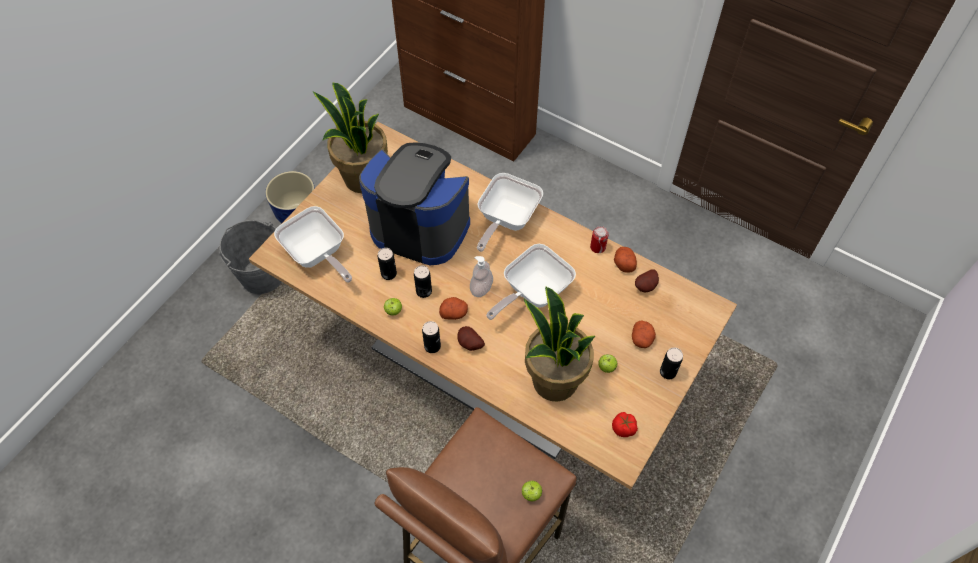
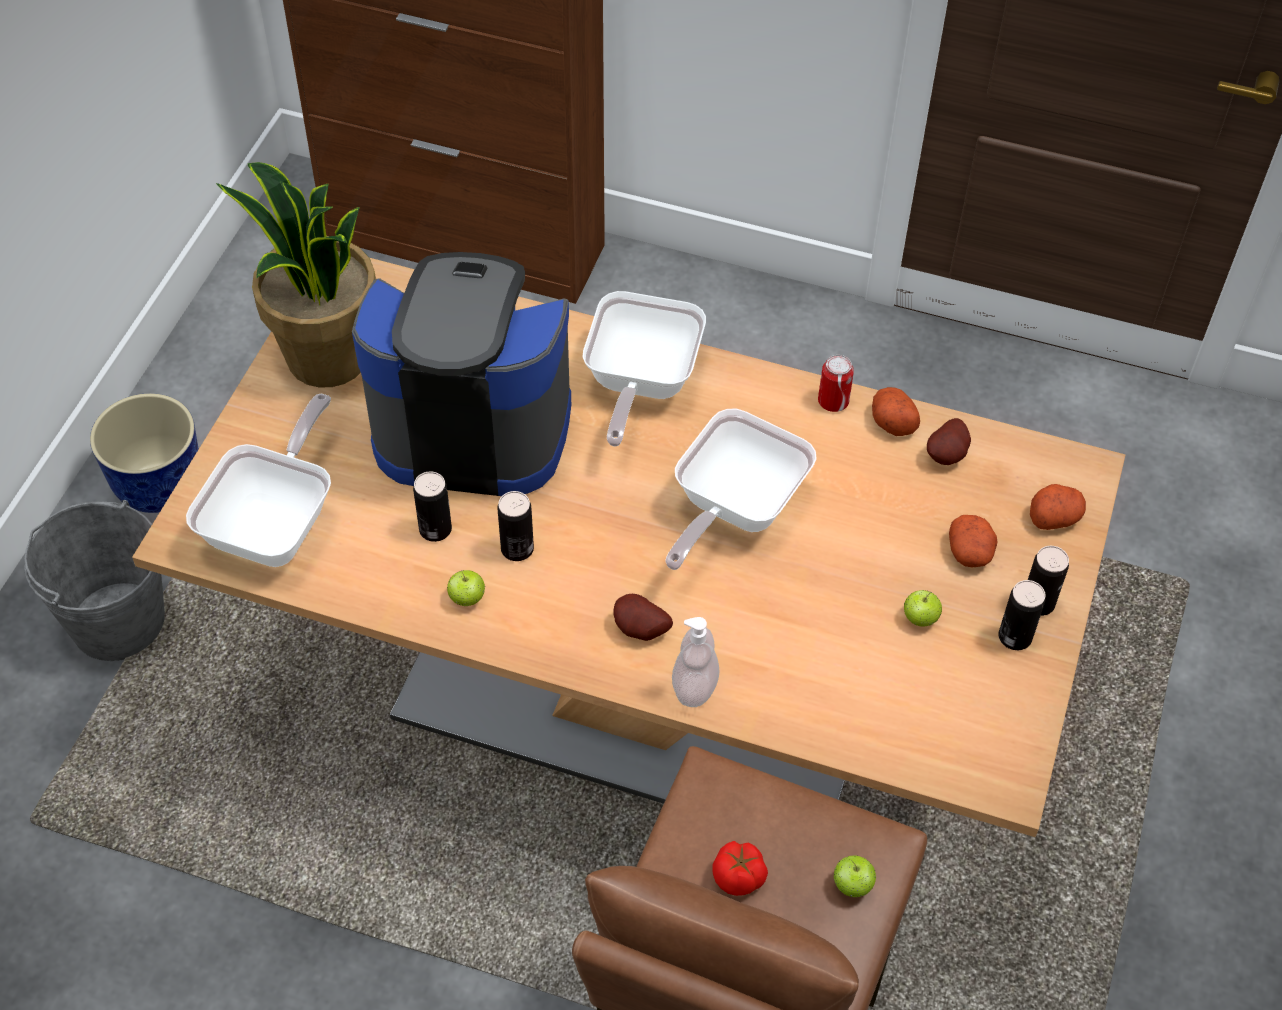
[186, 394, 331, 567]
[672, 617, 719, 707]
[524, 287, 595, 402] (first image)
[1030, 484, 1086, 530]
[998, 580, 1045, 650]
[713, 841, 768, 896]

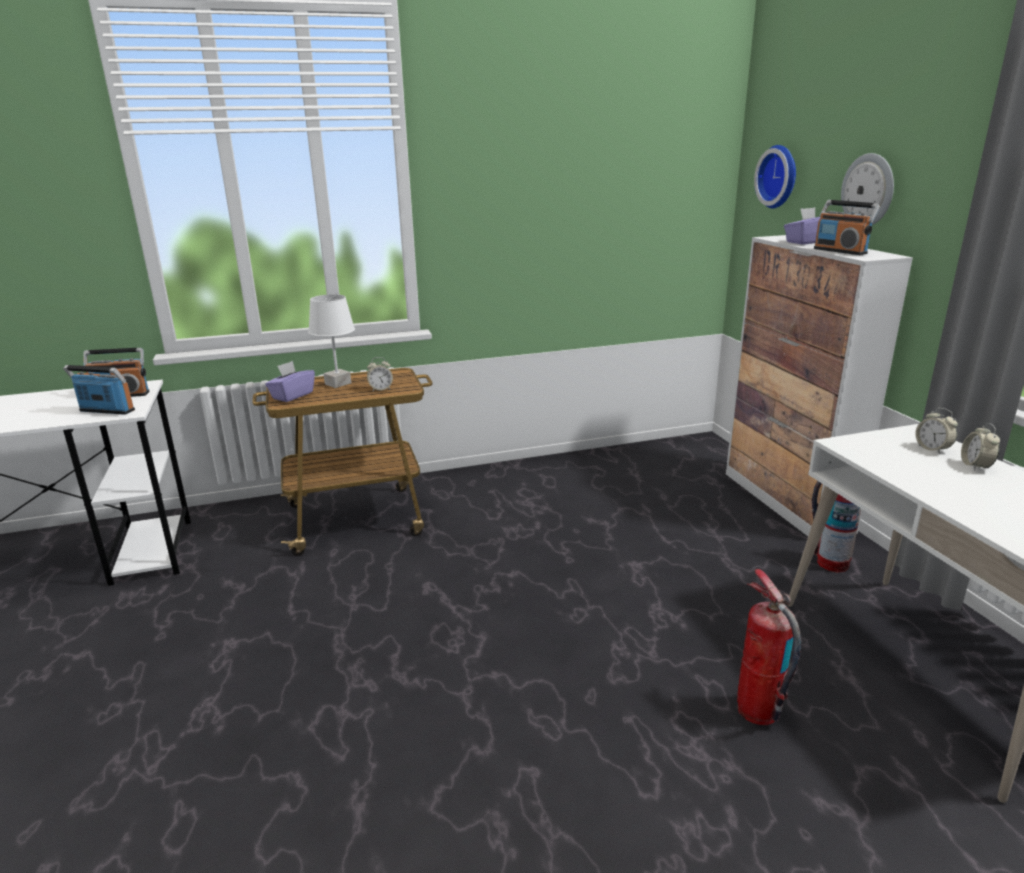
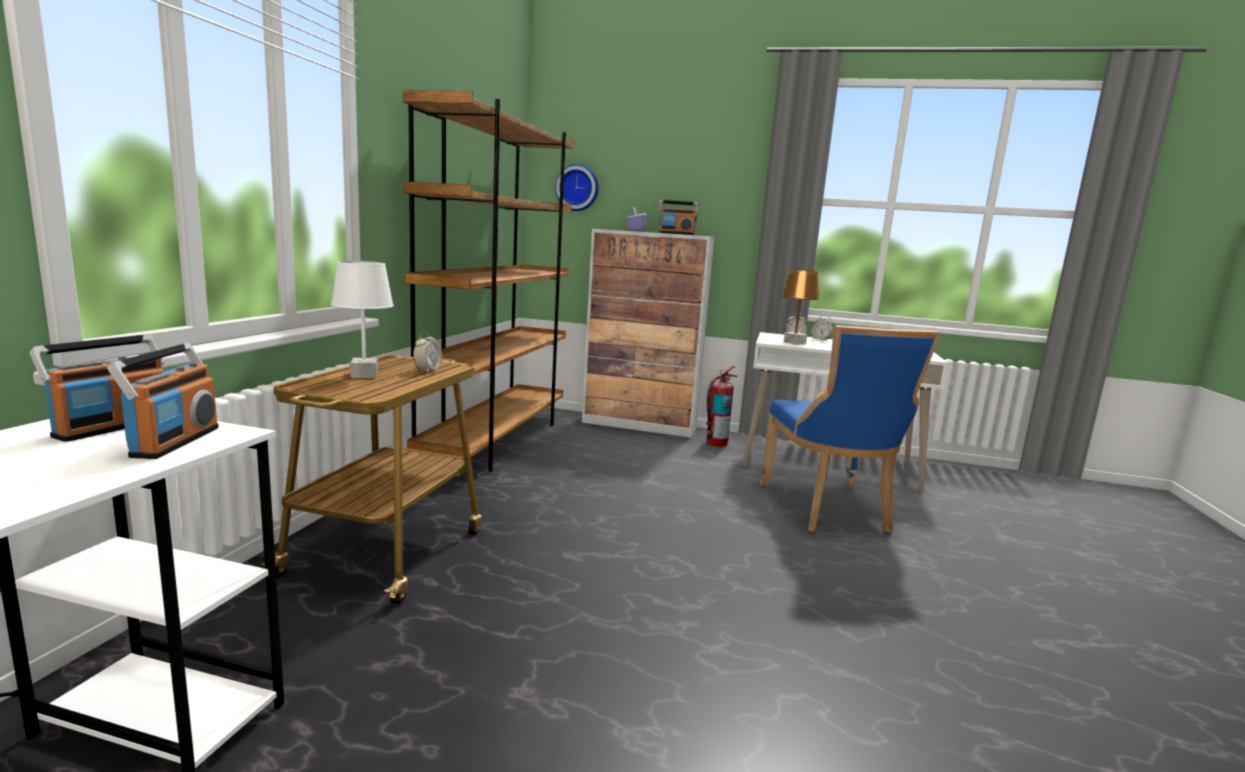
[841, 153, 894, 225] (first image)
[265, 361, 315, 402] (first image)
[107, 343, 219, 459]
[759, 325, 941, 533]
[403, 90, 575, 472]
[781, 269, 820, 345]

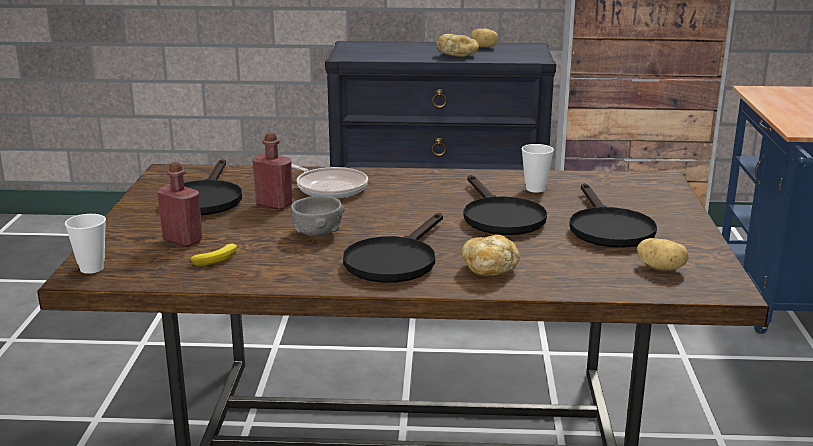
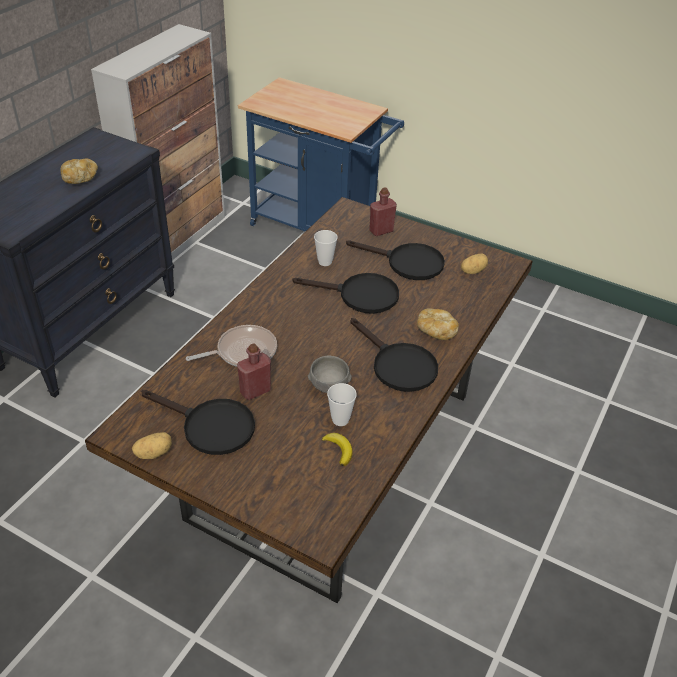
[132, 432, 172, 459]
[369, 187, 397, 236]
[327, 383, 357, 426]

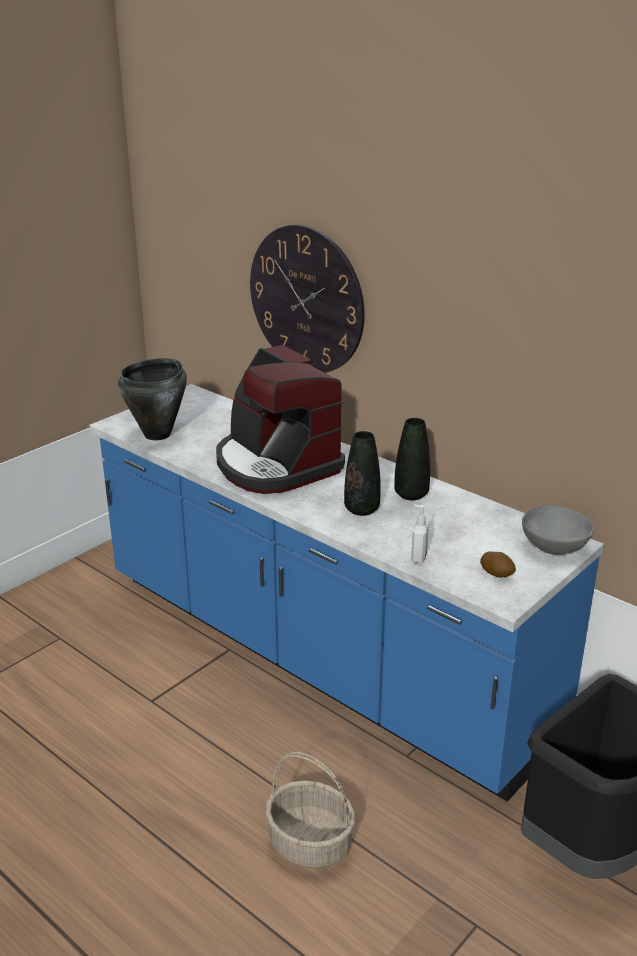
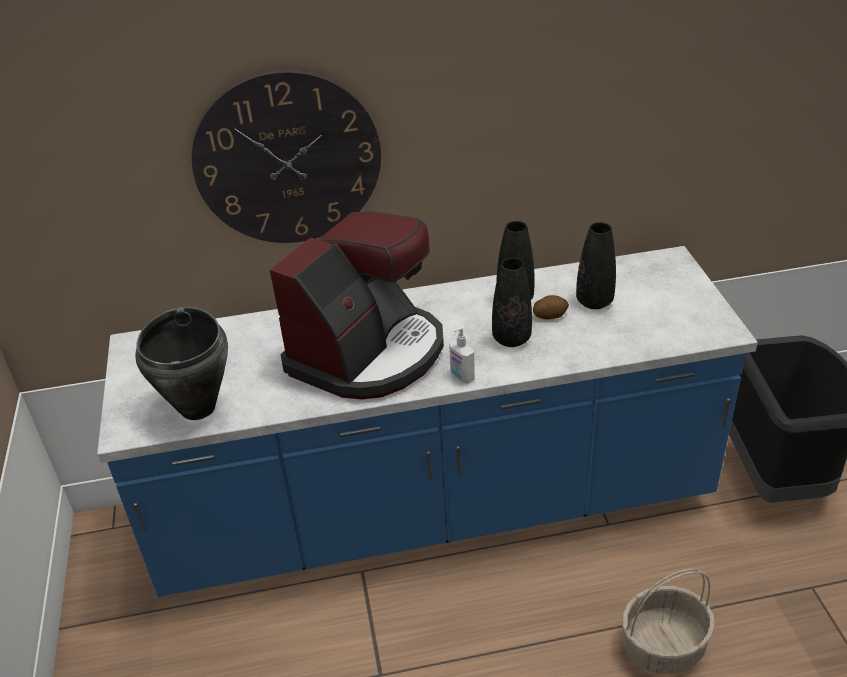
[270, 211, 444, 399]
[449, 325, 475, 384]
[522, 506, 594, 555] (first image)
[533, 295, 569, 319]
[576, 222, 616, 309]

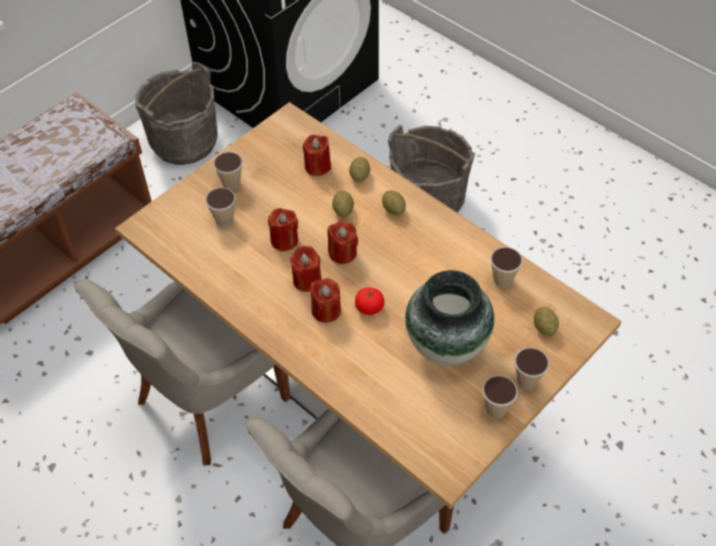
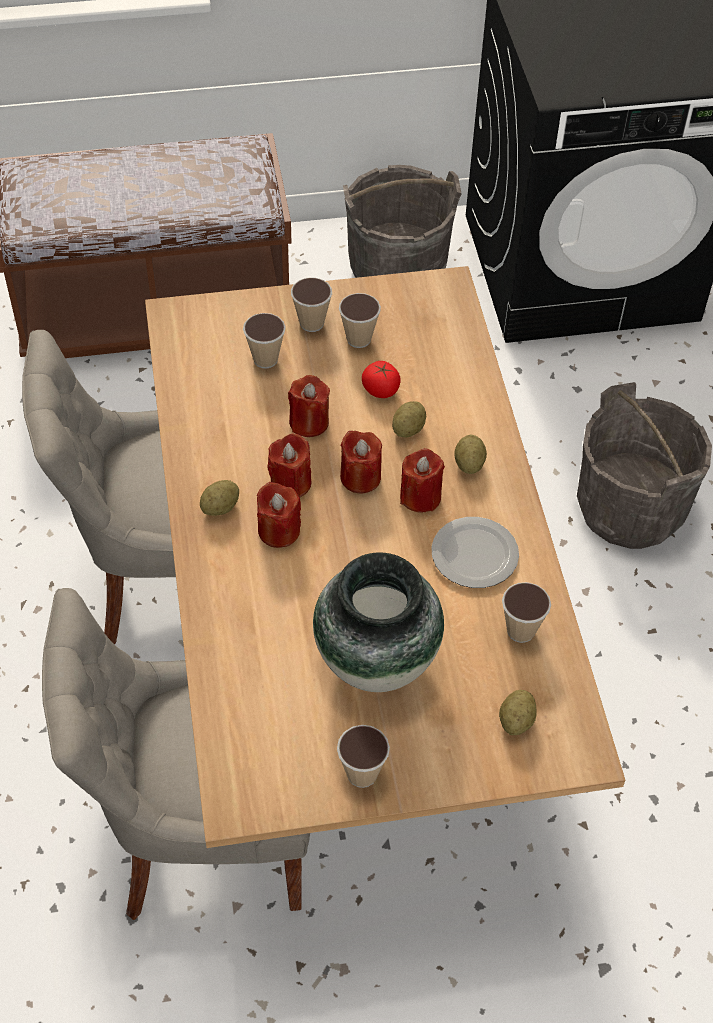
[400, 448, 445, 513]
[200, 480, 239, 516]
[362, 361, 401, 398]
[339, 293, 381, 348]
[431, 517, 519, 588]

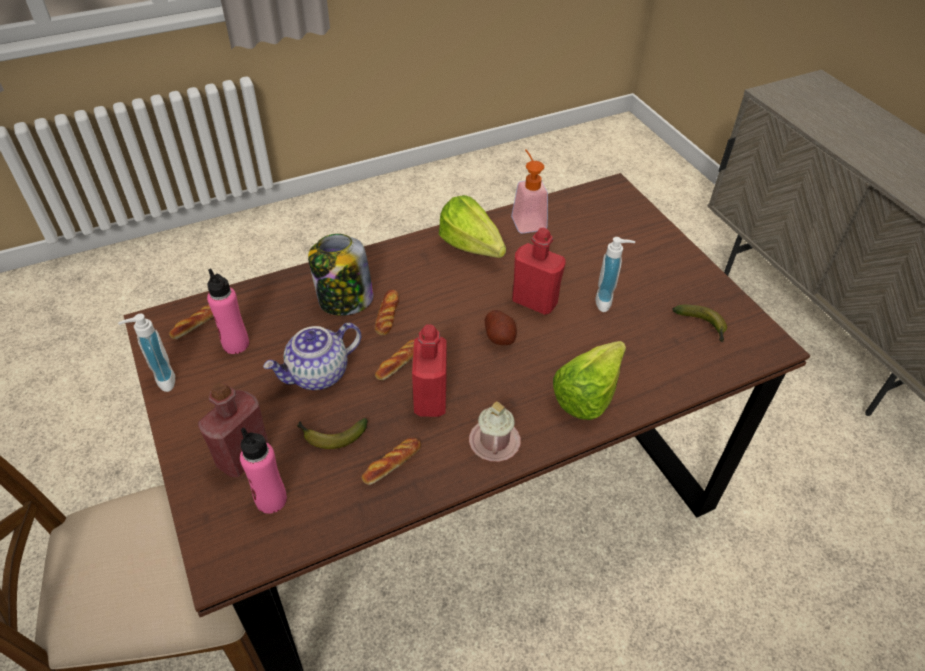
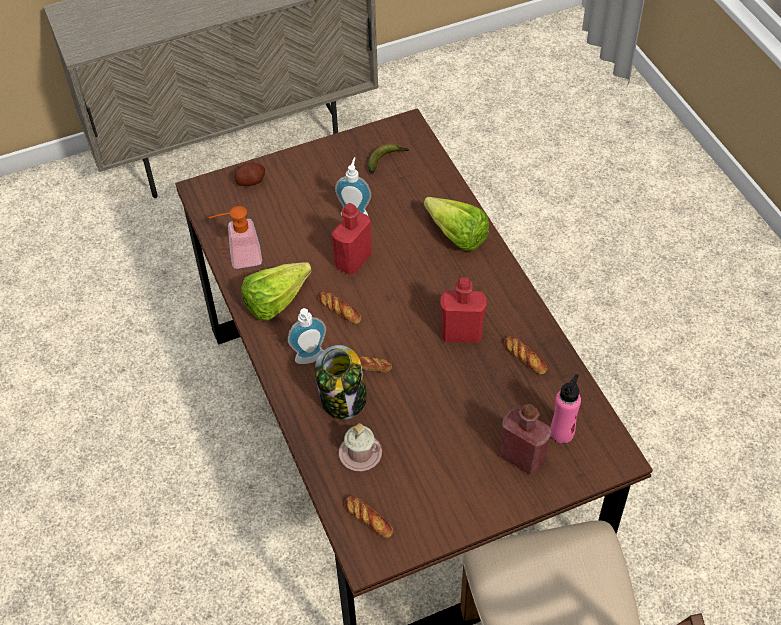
[207, 268, 249, 354] (first image)
[234, 163, 265, 186]
[288, 308, 326, 364]
[263, 323, 361, 390] (first image)
[319, 291, 361, 324]
[339, 423, 382, 471]
[297, 418, 368, 449] (first image)

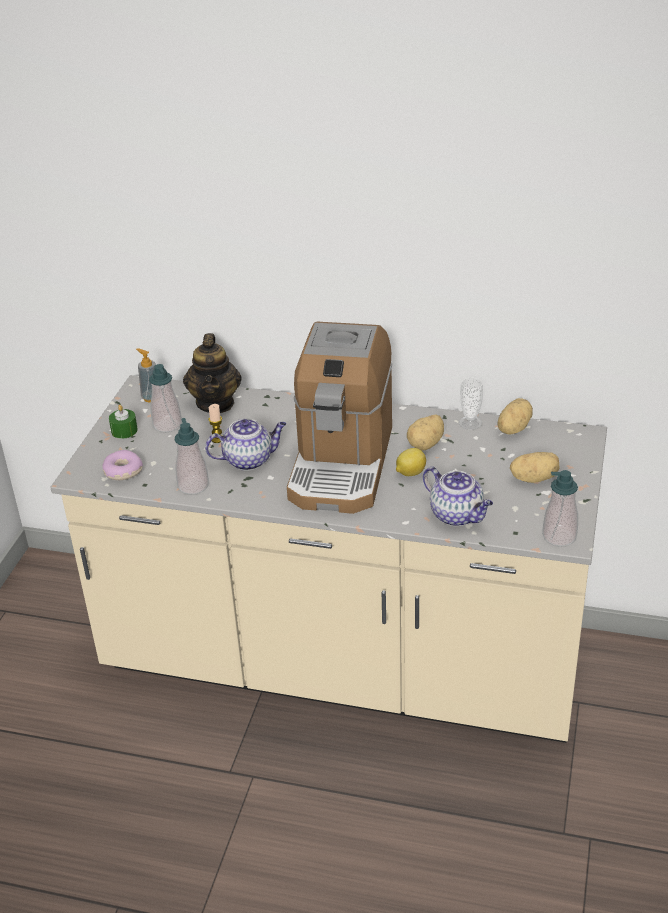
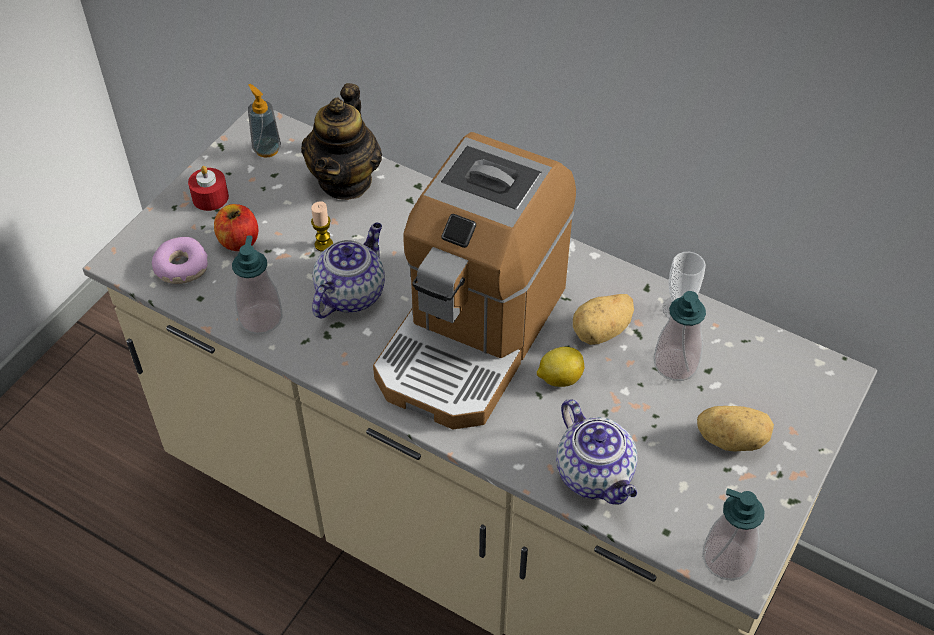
[654, 291, 706, 381]
[497, 398, 533, 435] (first image)
[188, 166, 229, 211]
[312, 222, 385, 318]
[214, 204, 258, 251]

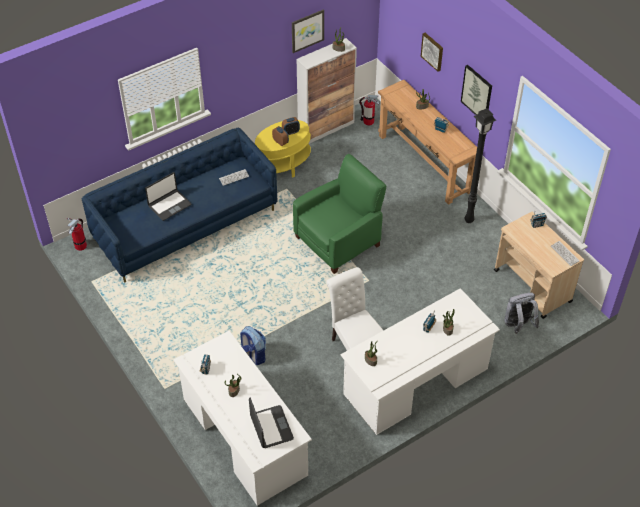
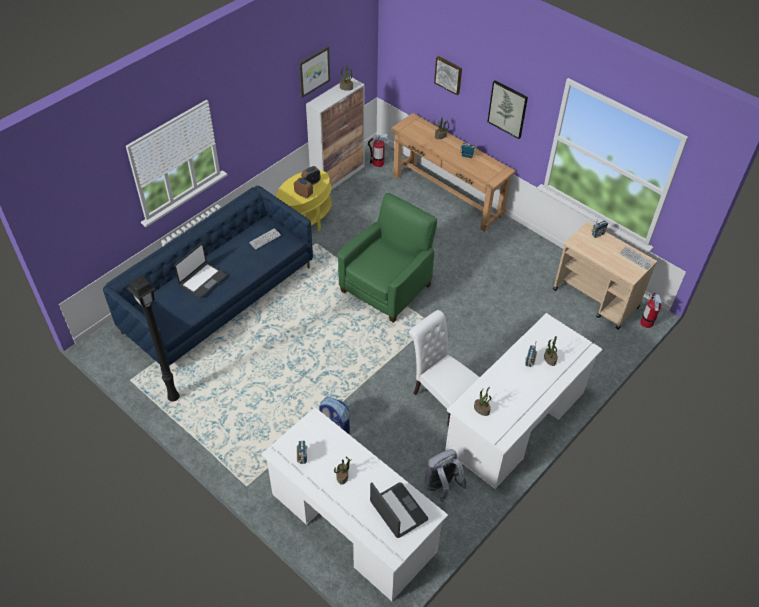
[127, 275, 180, 402]
[640, 293, 662, 328]
[424, 449, 467, 502]

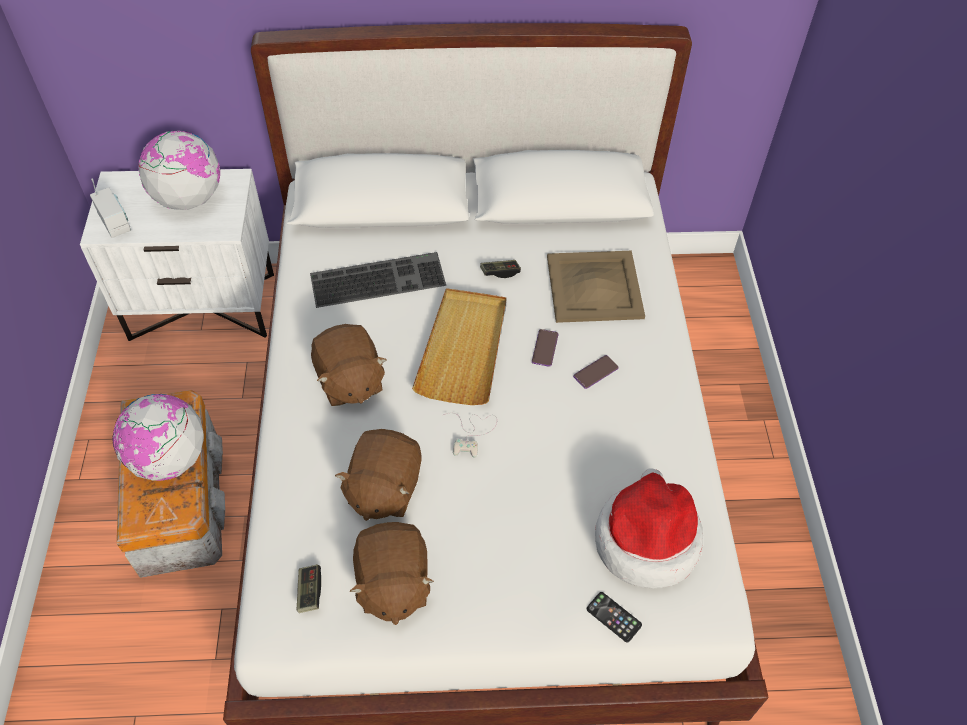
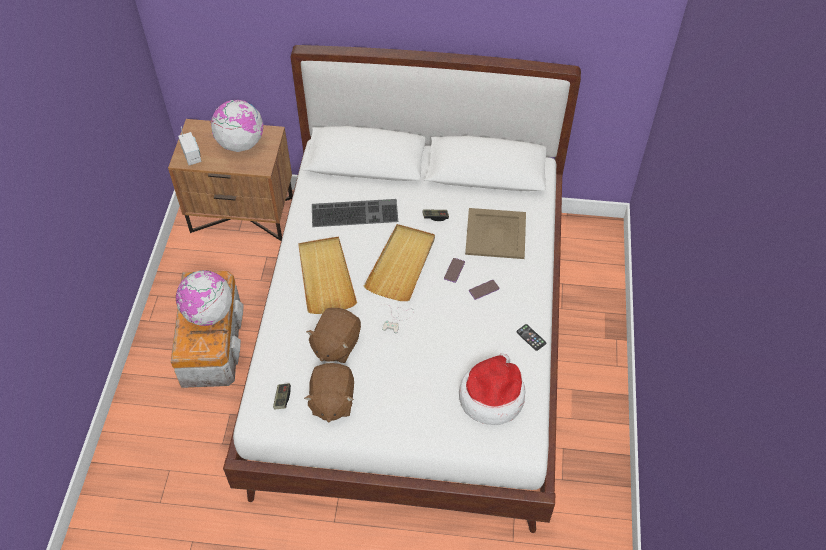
[168, 119, 293, 241]
[298, 236, 357, 314]
[516, 324, 546, 351]

